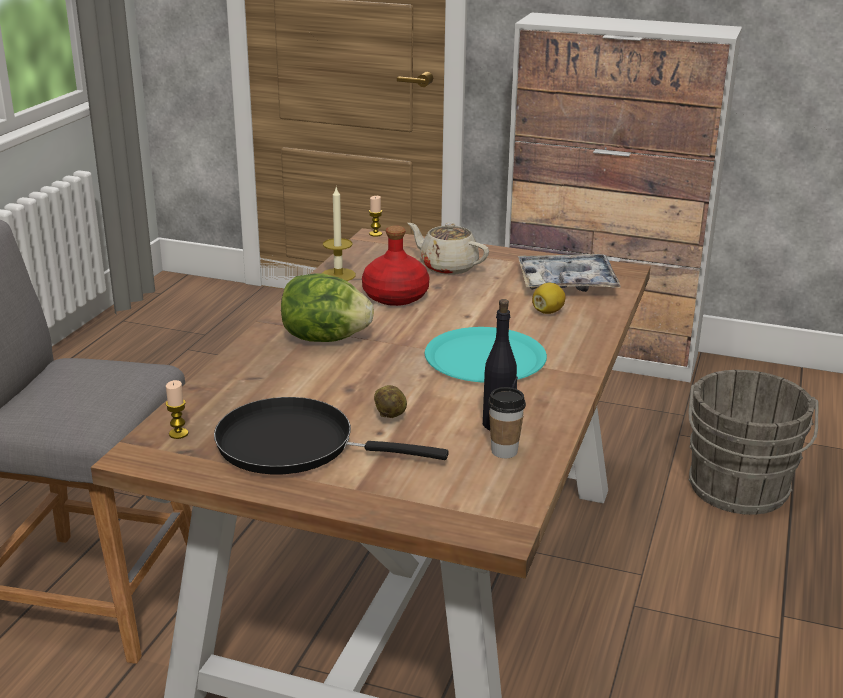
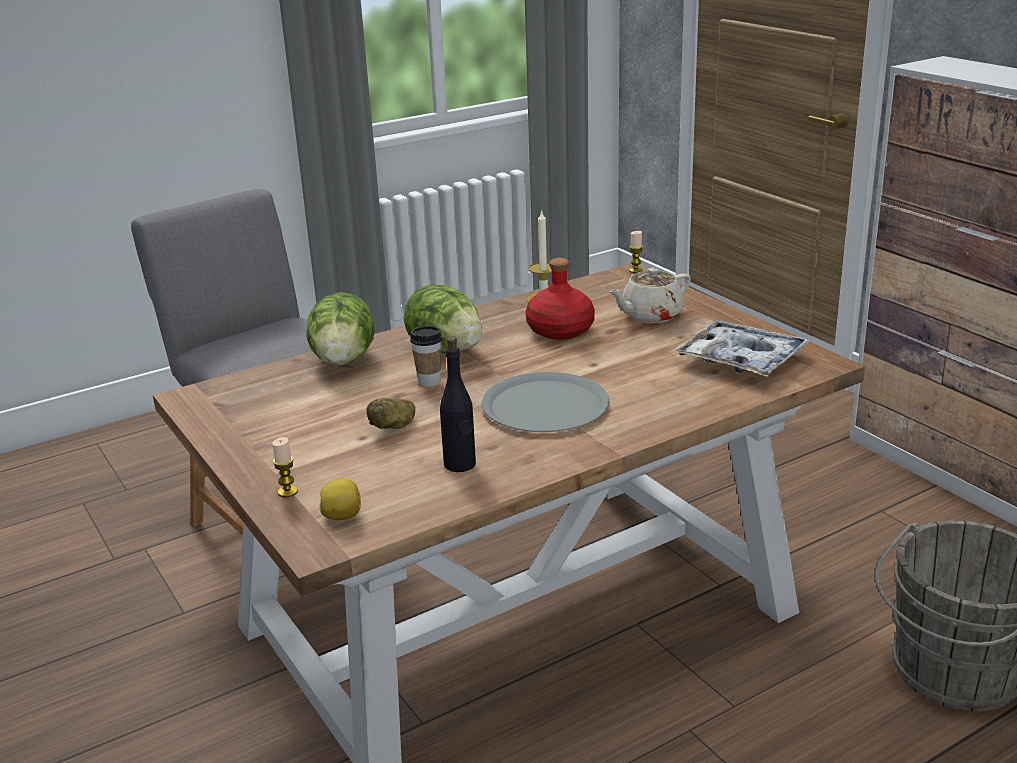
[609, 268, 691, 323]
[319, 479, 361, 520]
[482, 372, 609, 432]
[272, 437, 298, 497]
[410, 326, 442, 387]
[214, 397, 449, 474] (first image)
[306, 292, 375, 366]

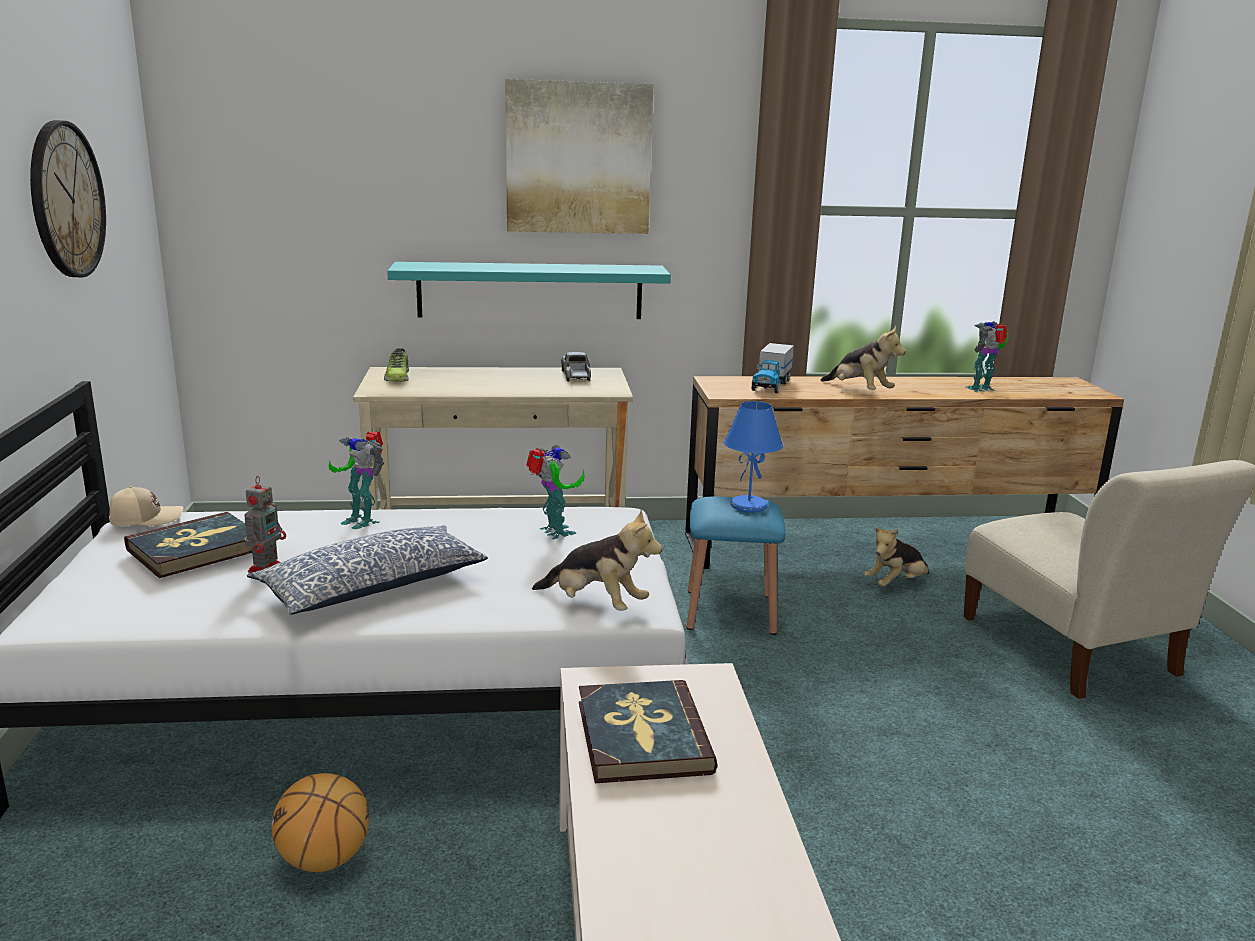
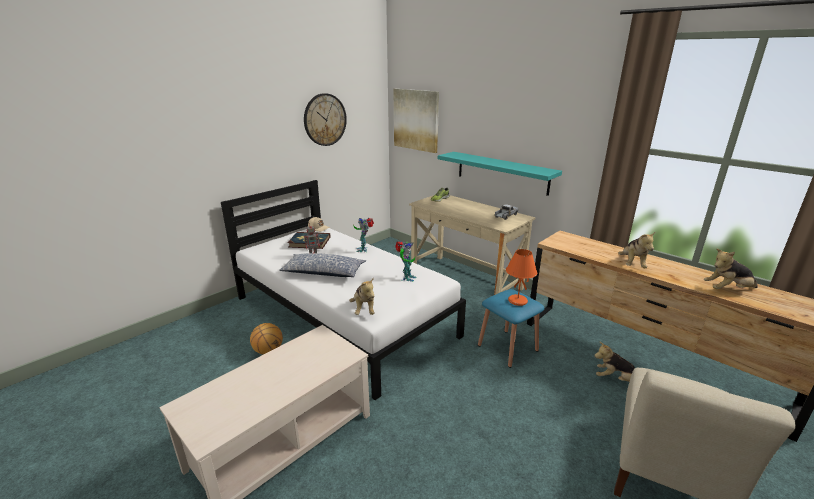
[393, 89, 439, 153]
[704, 249, 758, 289]
[752, 343, 794, 393] (first image)
[506, 249, 537, 306]
[579, 680, 717, 783] (first image)

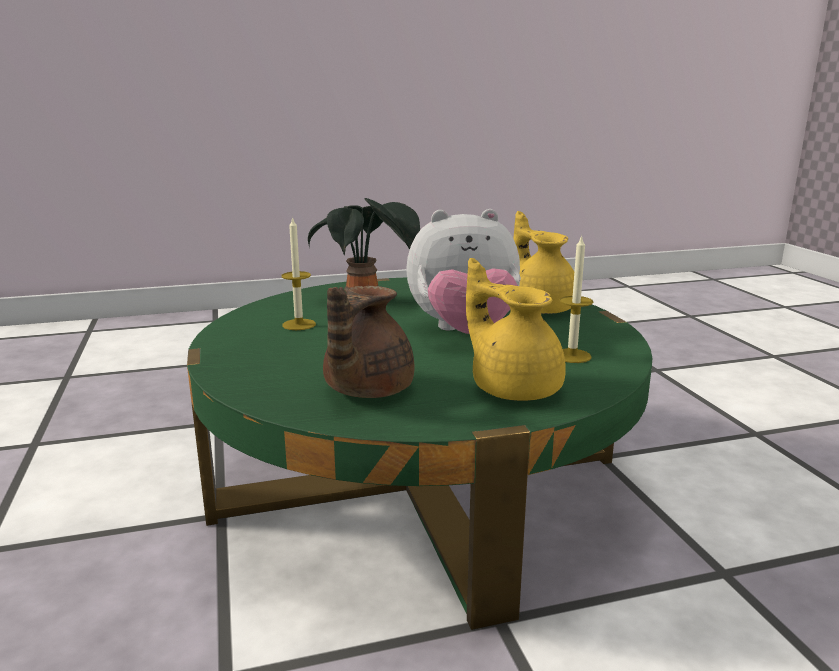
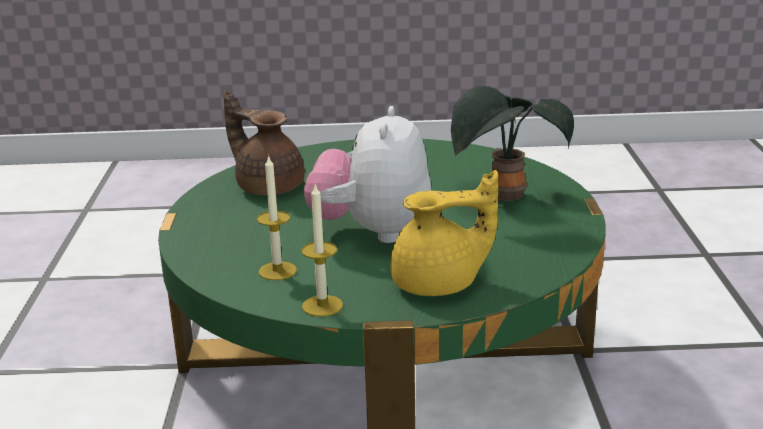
[301, 184, 343, 317]
[466, 258, 566, 401] (first image)

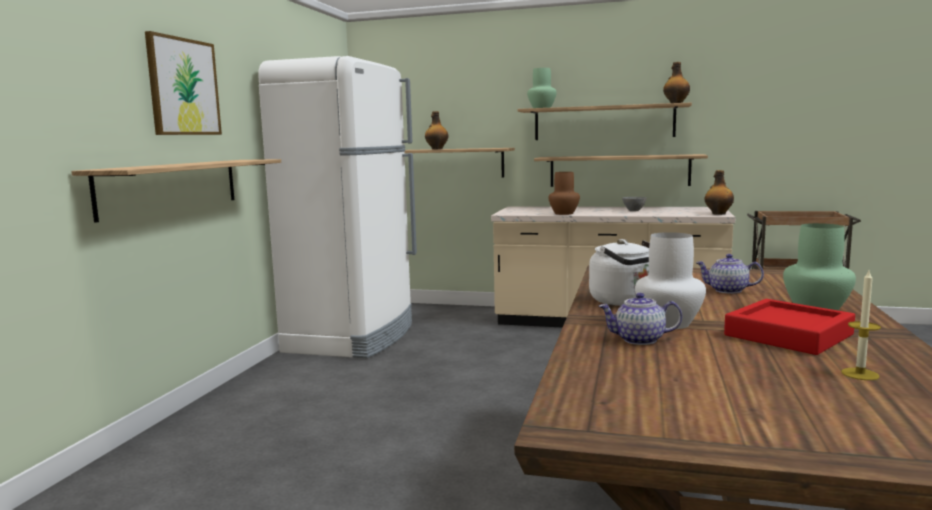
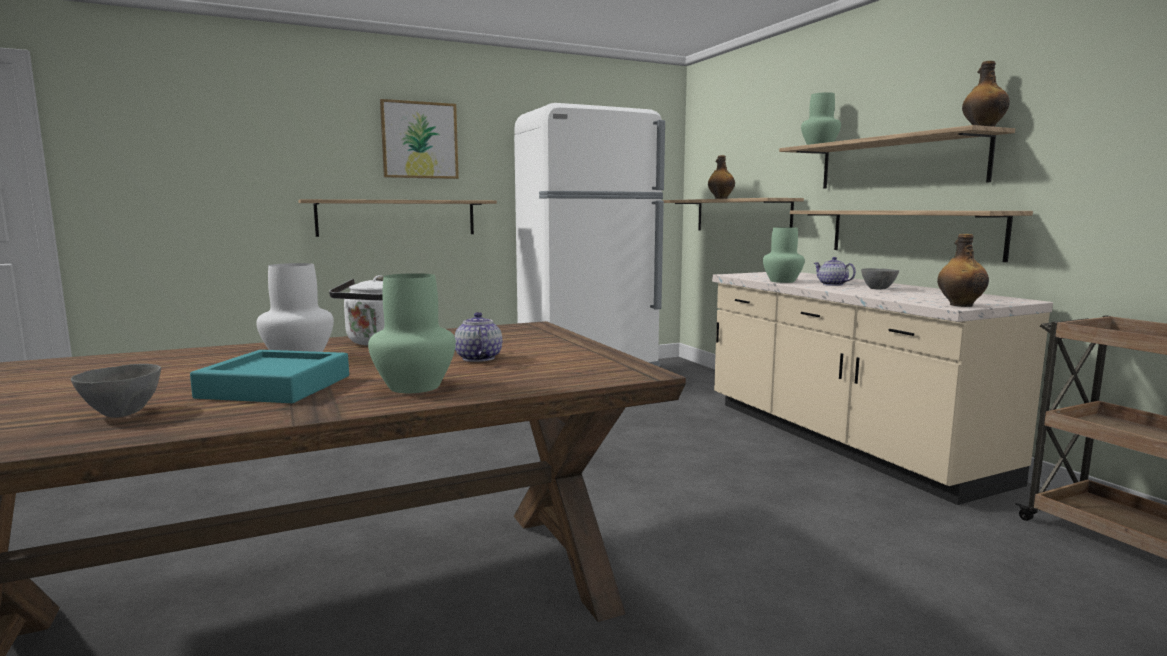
[763, 227, 805, 283]
[71, 364, 161, 418]
[814, 257, 856, 286]
[190, 350, 349, 403]

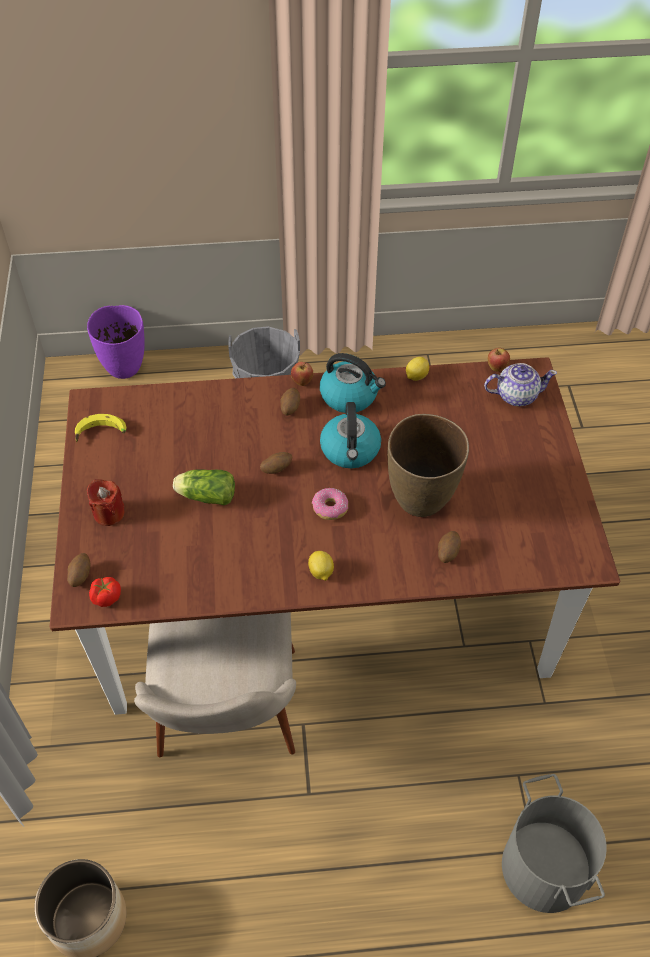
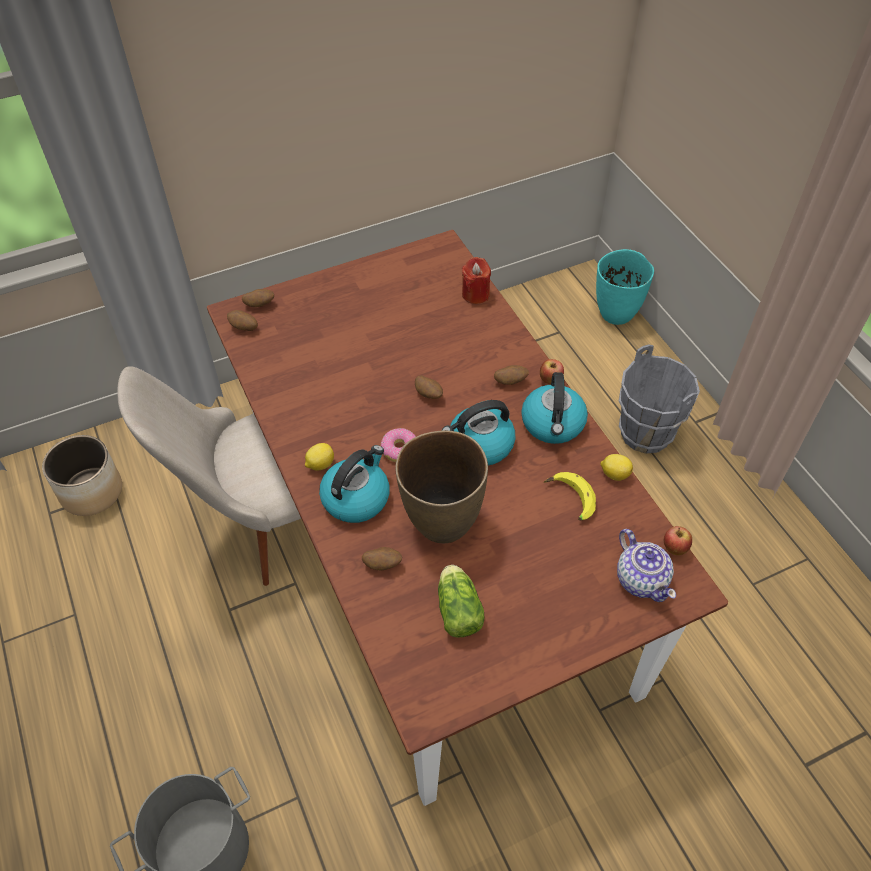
[596, 249, 654, 325]
[544, 472, 596, 520]
[438, 565, 484, 638]
[462, 257, 491, 304]
[227, 310, 258, 331]
[319, 445, 389, 523]

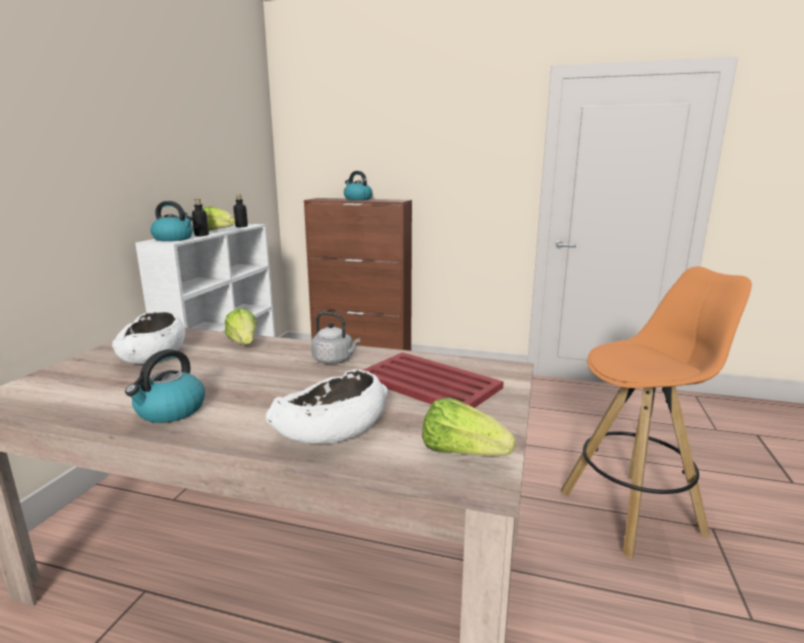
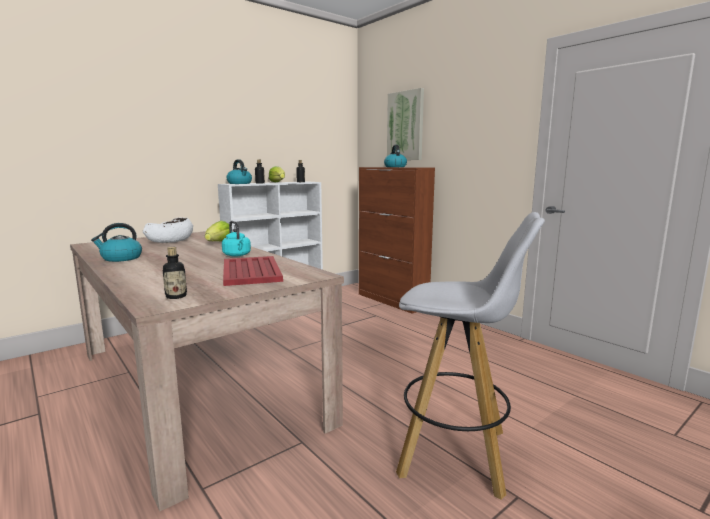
[396, 212, 545, 500]
[222, 221, 251, 257]
[265, 369, 388, 444] (first image)
[163, 247, 187, 299]
[387, 88, 424, 160]

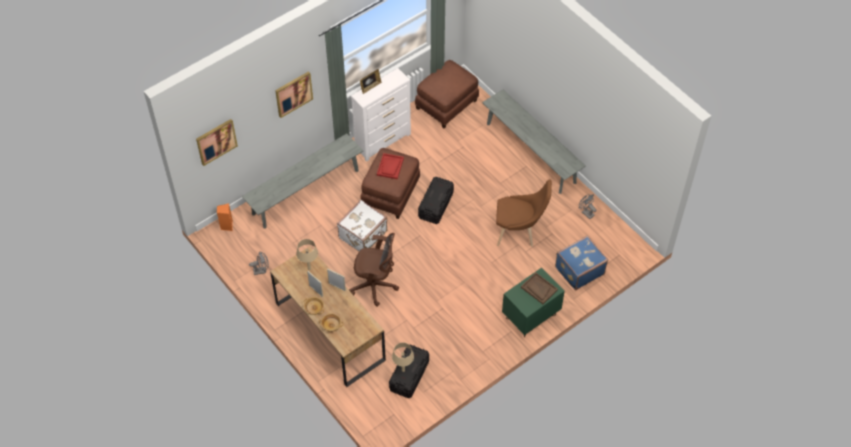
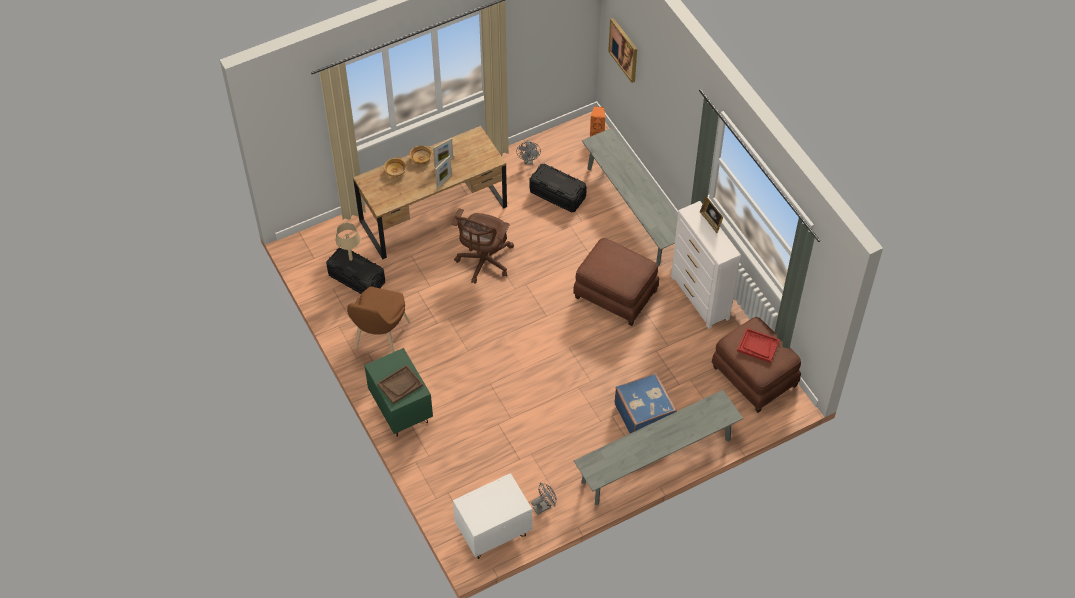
[275, 71, 313, 118] (first image)
[737, 328, 780, 363]
[529, 163, 587, 213]
[347, 287, 410, 353]
[337, 200, 387, 251] (first image)
[614, 373, 677, 433]
[296, 239, 318, 270] (first image)
[453, 473, 532, 559]

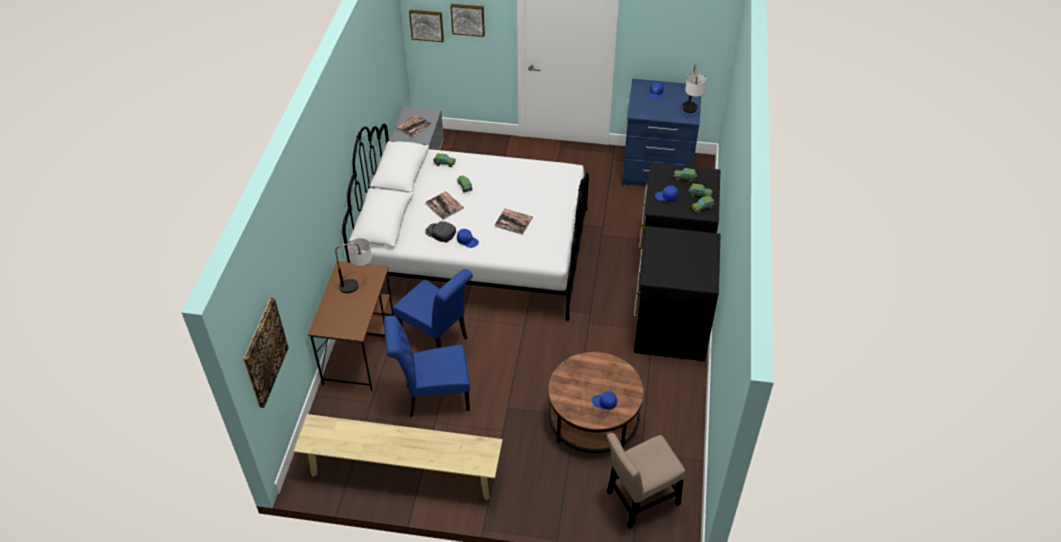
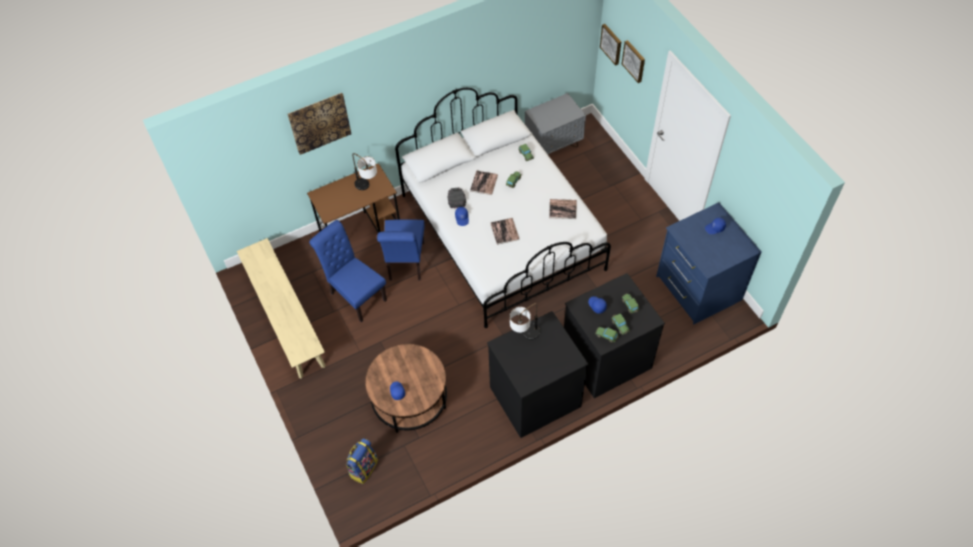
[510, 303, 540, 340]
[549, 199, 577, 219]
[288, 93, 351, 155]
[345, 438, 378, 484]

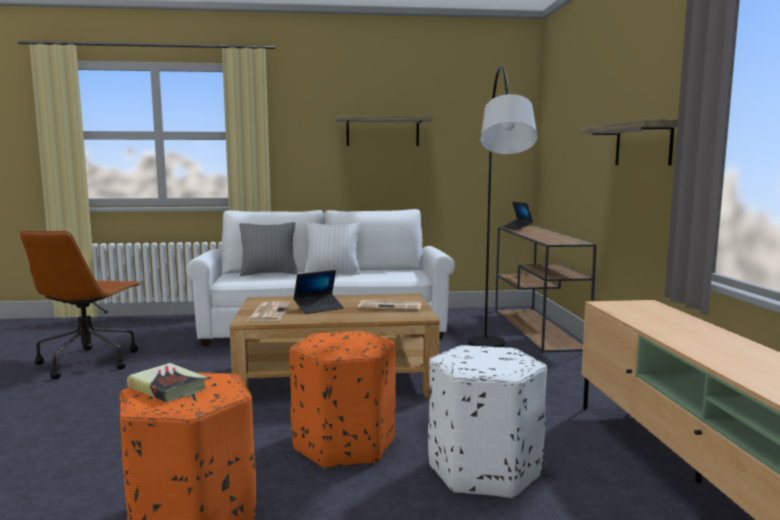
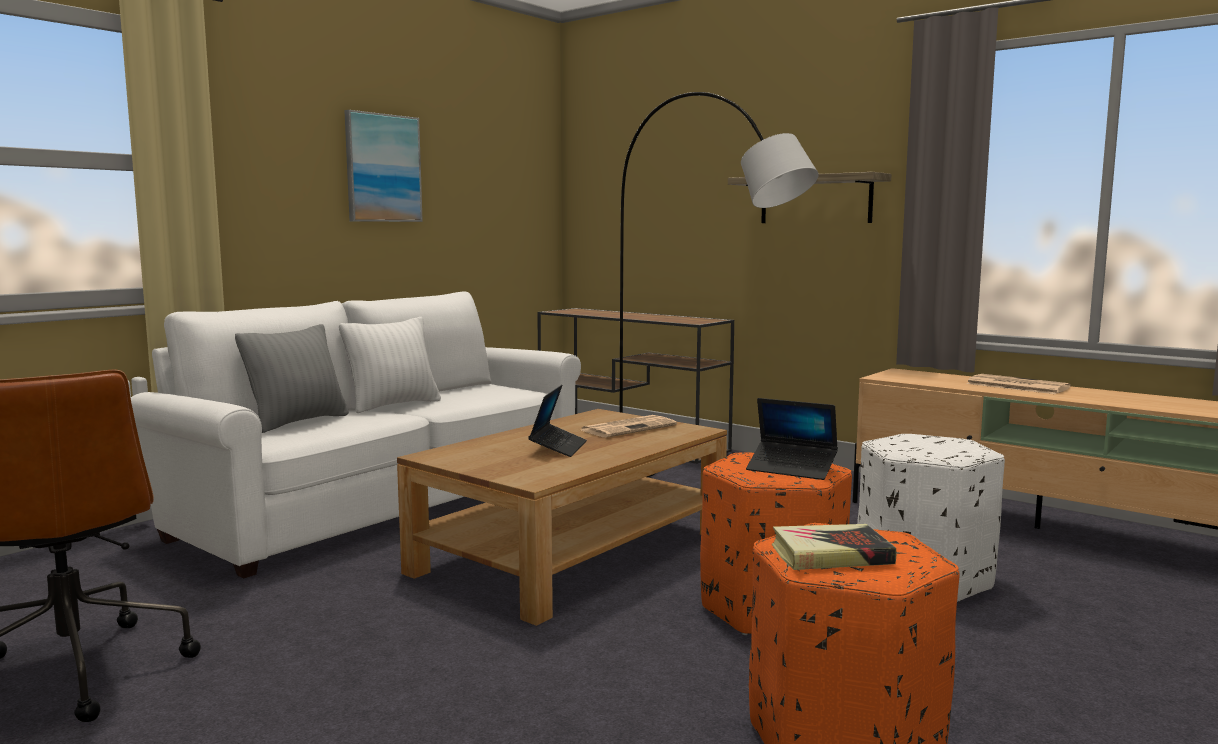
[344, 110, 423, 222]
[746, 398, 838, 480]
[966, 374, 1071, 394]

